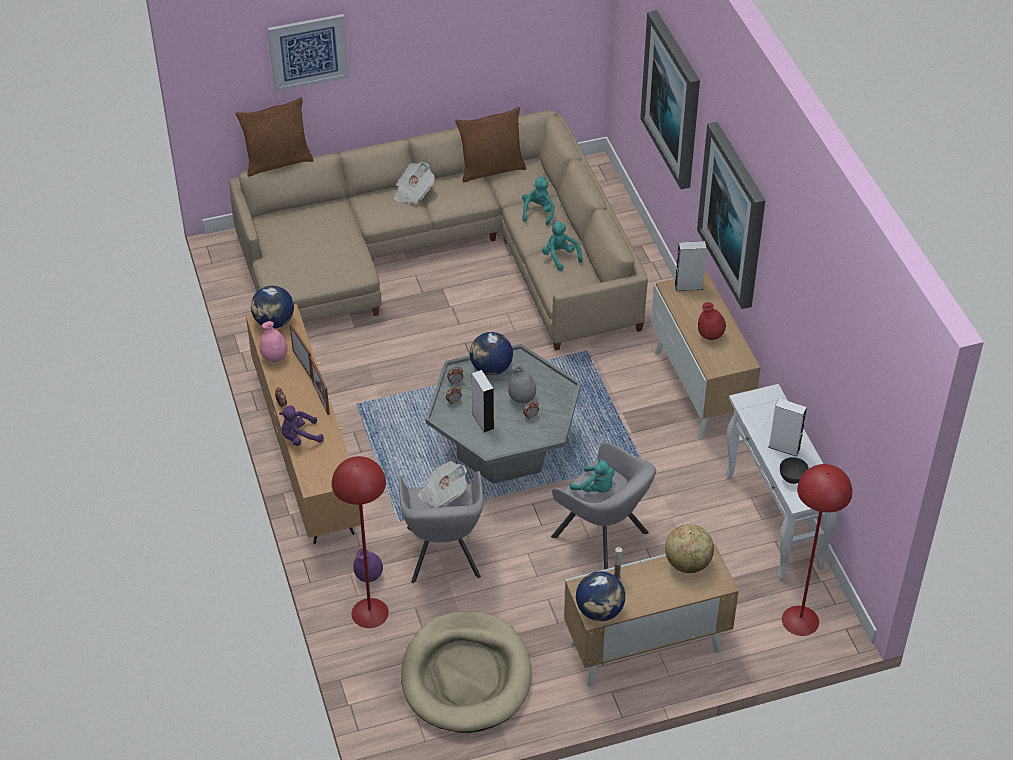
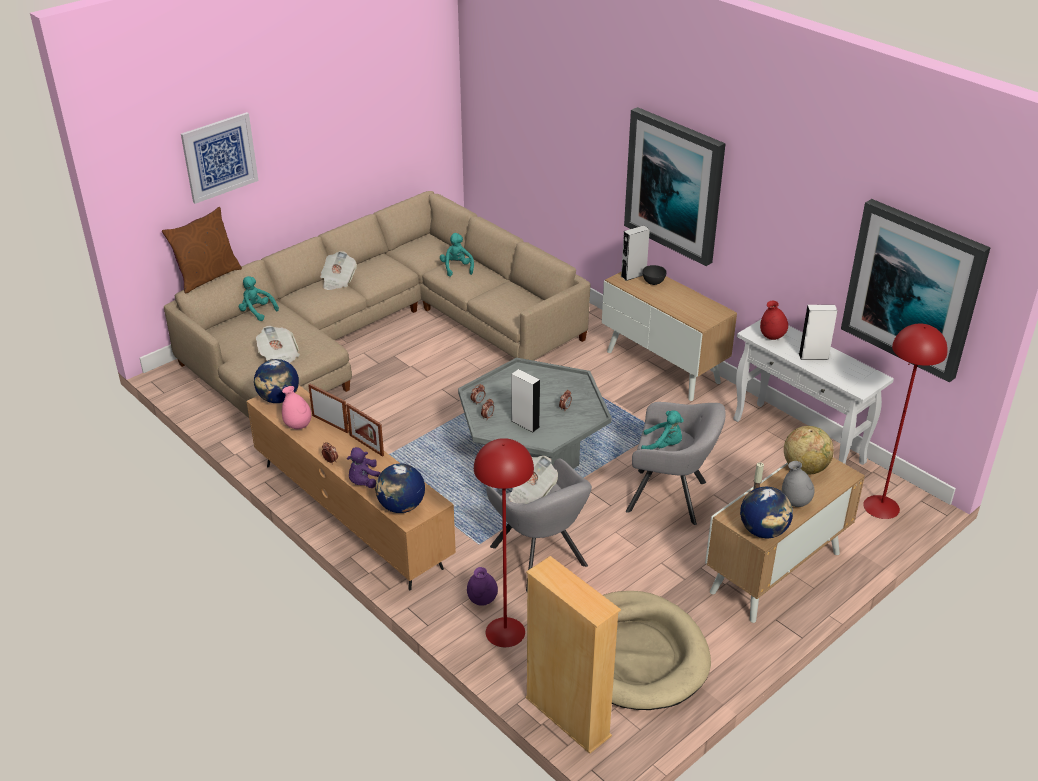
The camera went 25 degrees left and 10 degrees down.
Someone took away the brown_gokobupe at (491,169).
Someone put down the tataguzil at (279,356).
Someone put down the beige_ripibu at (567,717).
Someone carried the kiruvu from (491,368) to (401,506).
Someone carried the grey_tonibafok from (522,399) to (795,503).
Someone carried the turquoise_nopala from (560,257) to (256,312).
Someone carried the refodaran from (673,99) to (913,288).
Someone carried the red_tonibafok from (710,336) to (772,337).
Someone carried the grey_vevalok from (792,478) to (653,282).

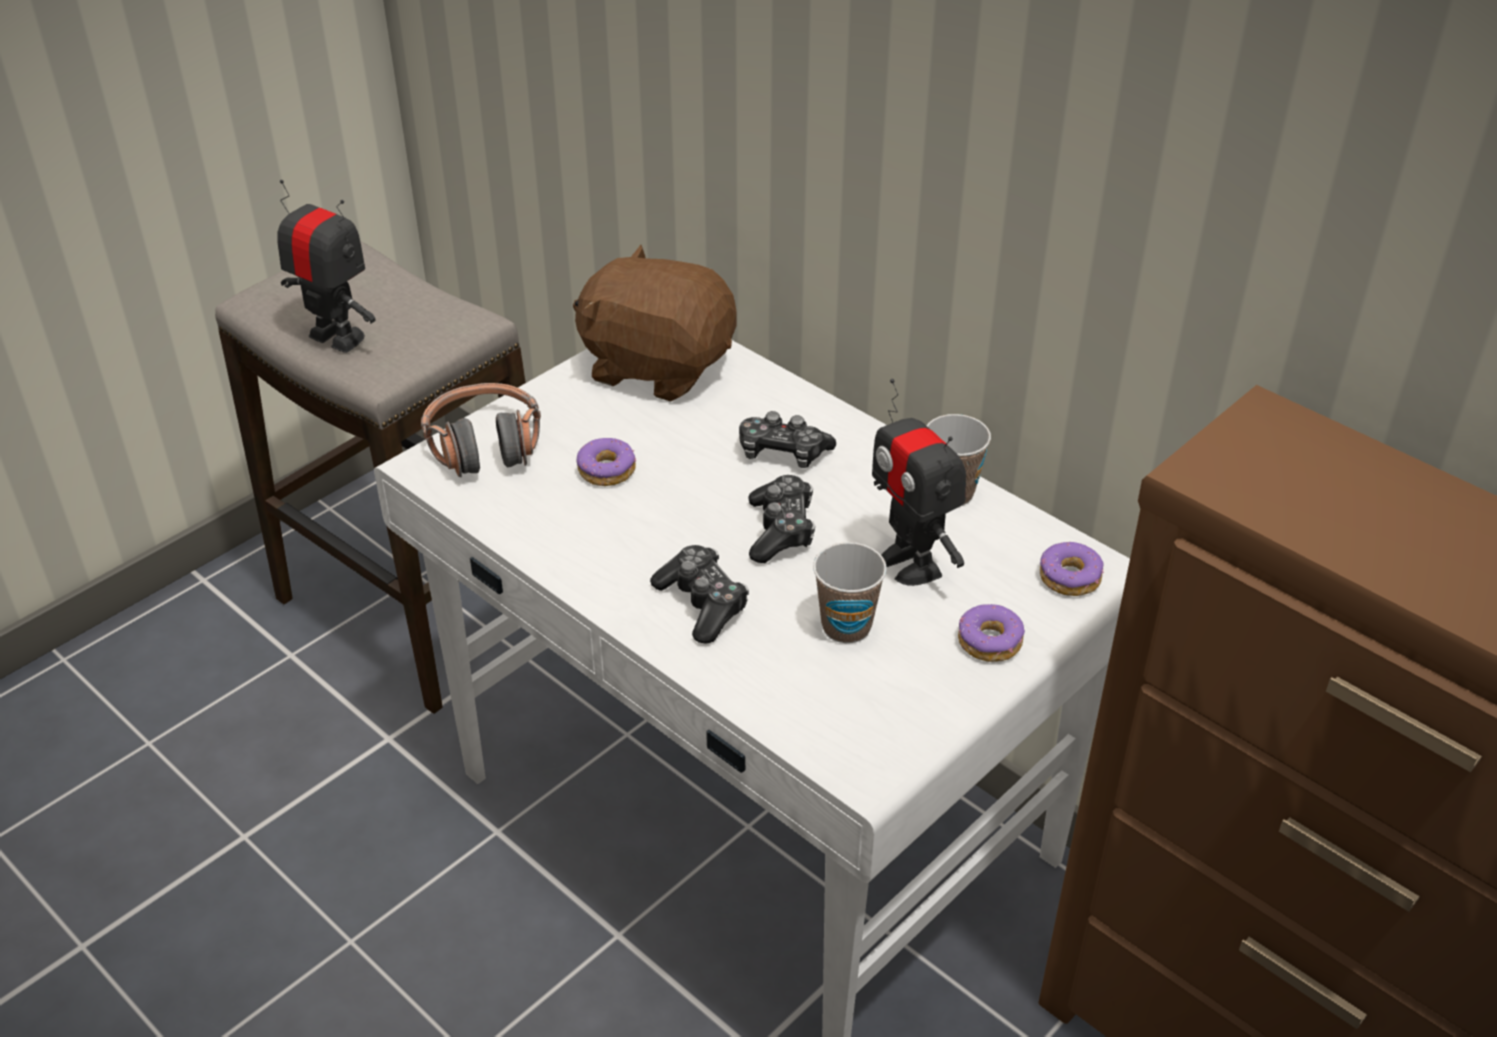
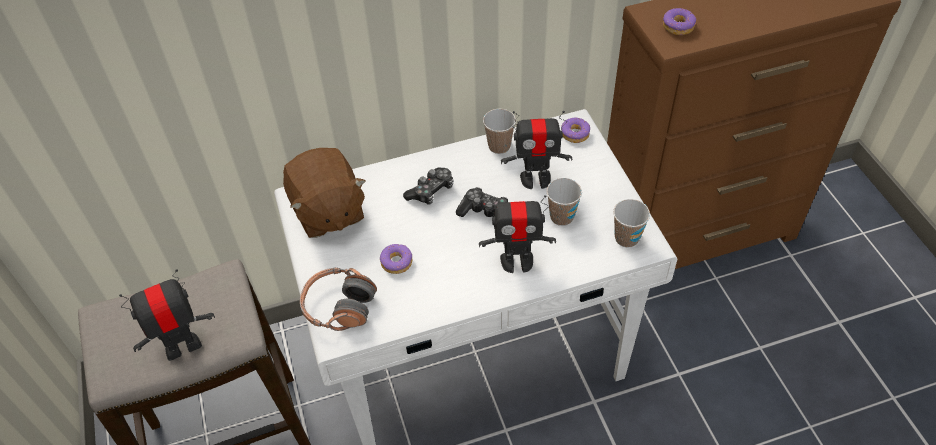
The camera went 60 degrees left and 10 degrees up.
Someone put down the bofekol at (626,238).
Someone carried the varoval from (990,642) to (678,26).
Someone swapped the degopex at (702,604) for the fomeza at (517,261).
Someone rotated the brown_nopala at (657,366) by 75 degrees counterclockwise.

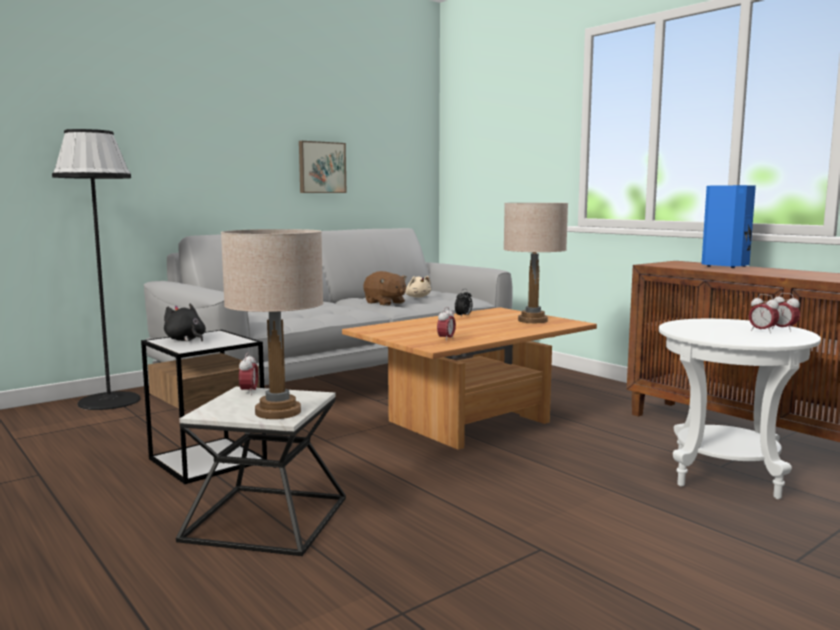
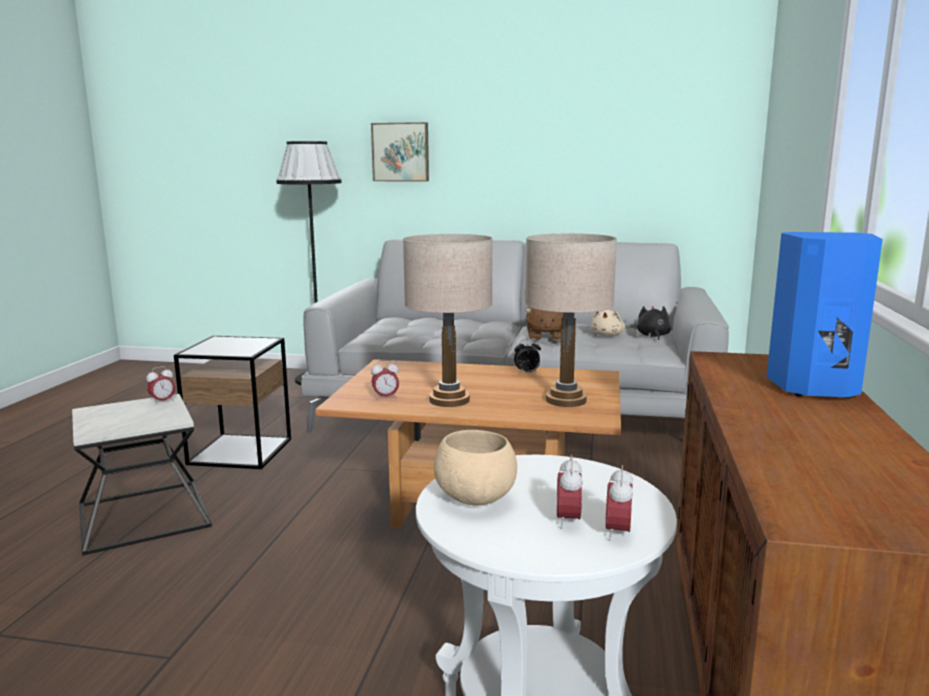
The camera went 50 degrees right and 5 degrees up.
Someone put down the beige_vevalok at (474,500).
Someone carried the black_nopala from (186,340) to (653,336).
Someone carried the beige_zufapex from (278,412) to (449,400).
Someone carried the refodaran from (321,167) to (401,152).

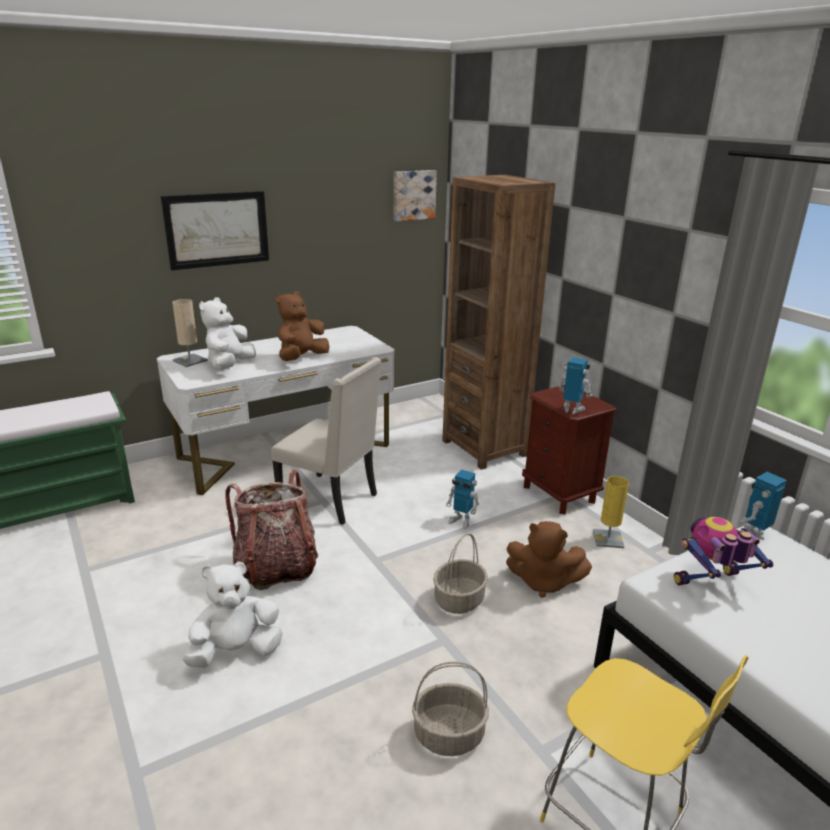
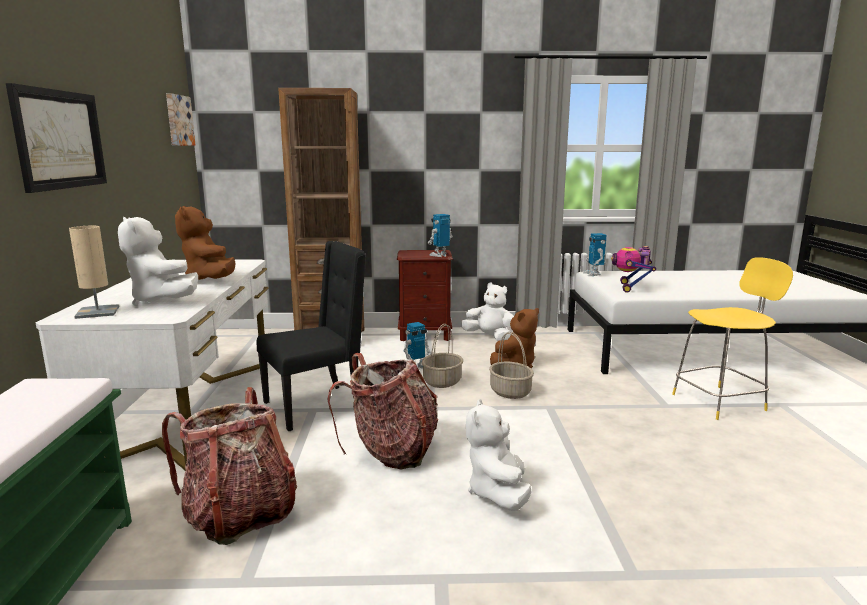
The camera went 60 degrees left and 10 degrees down.
Someone put down the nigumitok at (240,514).
Someone carried the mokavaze from (449,734) to (442,381).
Someone swapped the yellow_zufapex at (608,539) for the white_nopala at (490,338).
Someone repainted the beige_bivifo at (331,500), which became the black_bivifo at (316,406).

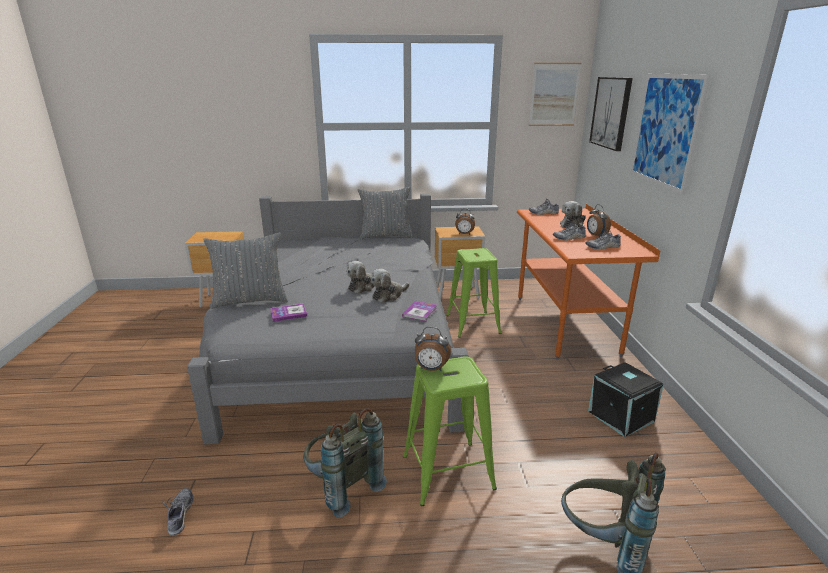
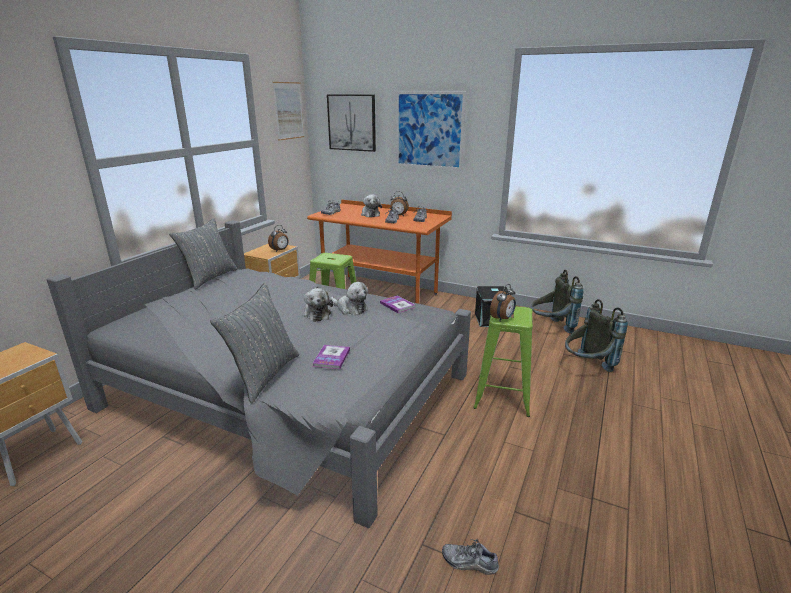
The camera went 60 degrees left and 0 degrees up.
Someone carried the grey_nigumitok from (342,487) to (551,328).
Someone rotated the nopala at (388,295) by 45 degrees counterclockwise.

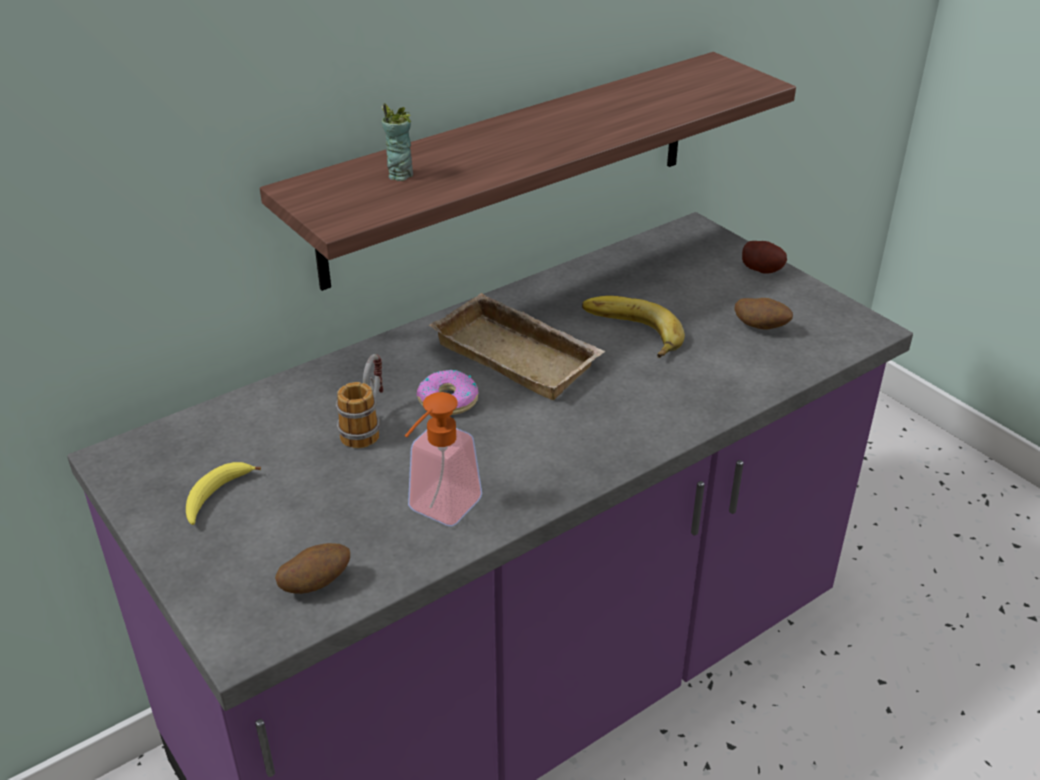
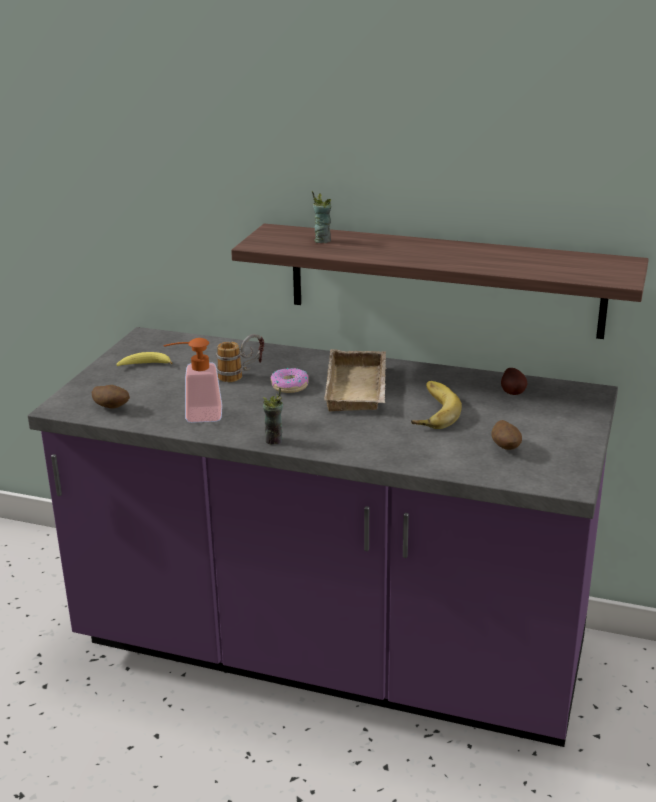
The camera went 55 degrees right and 10 degrees down.
Someone put down the bofekol at (274,440).
Someone carried the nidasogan from (762,269) to (513,392).

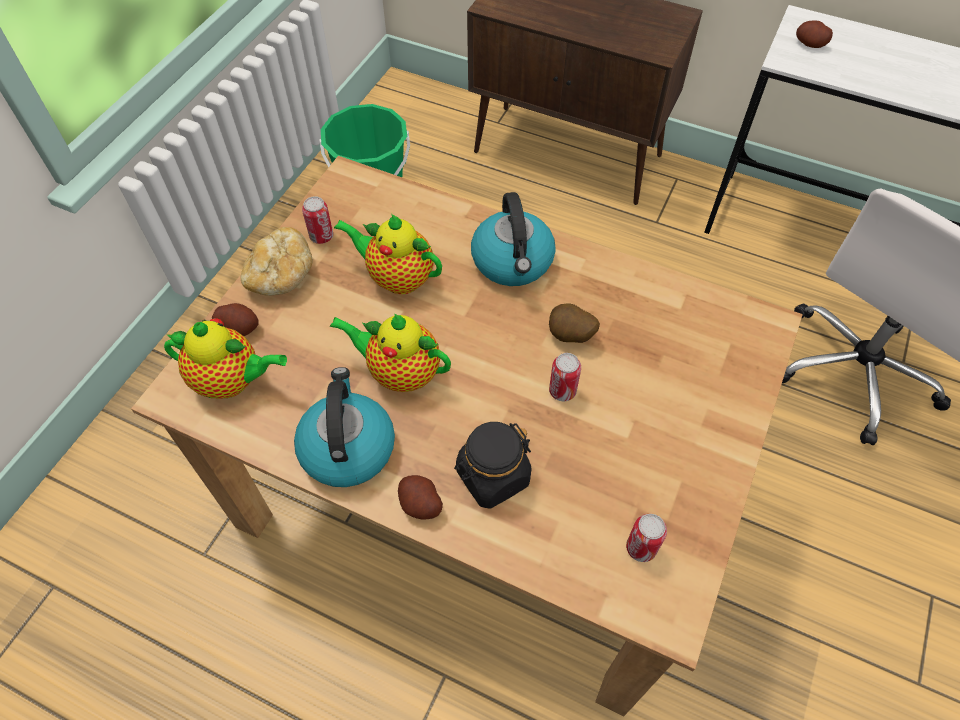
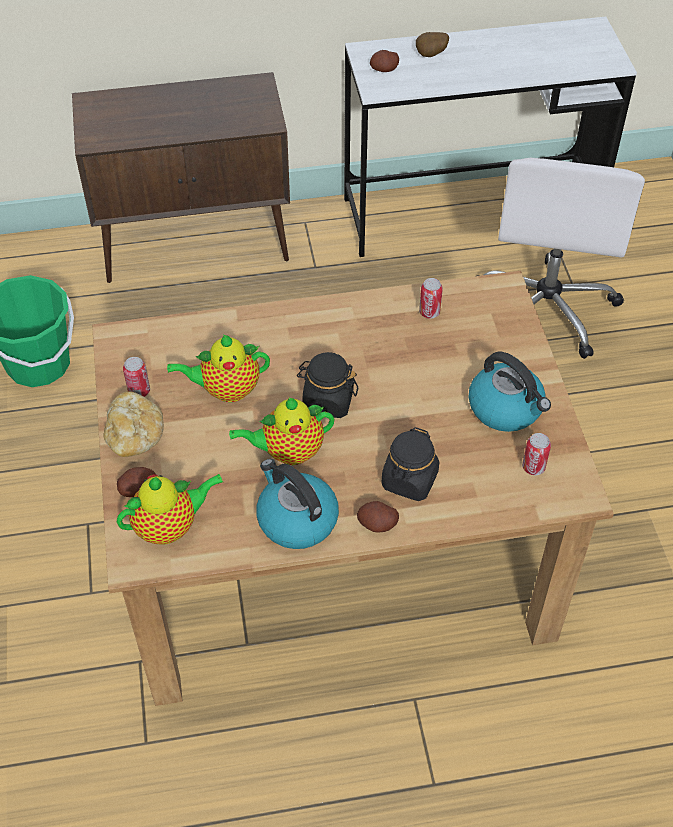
The camera went 35 degrees left and 5 degrees down.
Someone put down the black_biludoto at (327,401).
Someone carried the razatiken from (513,262) to (506,408).
Someone carried the nidasogan from (570,337) to (431,55).
Someone carried the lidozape from (562,391) to (429,312).

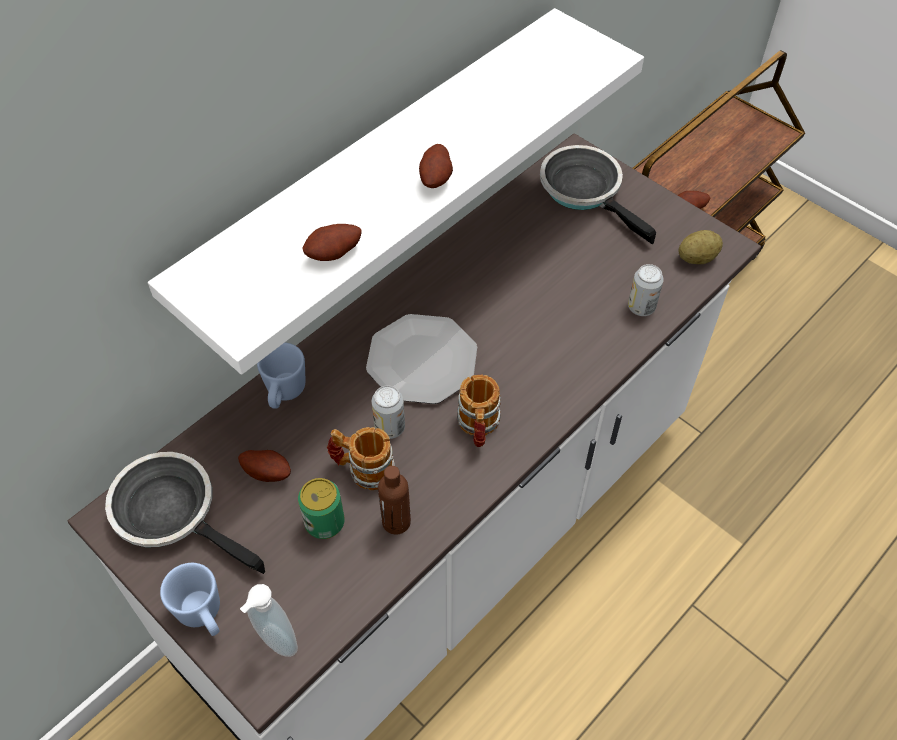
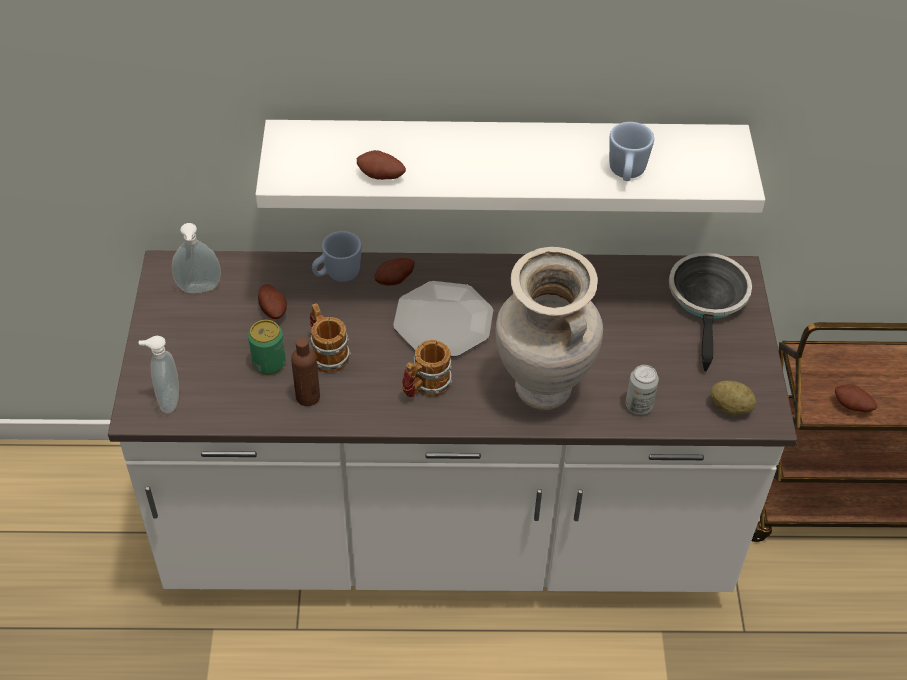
The camera went 45 degrees right and 5 degrees down.
Someone took away the lidozape at (389,427).
Someone put down the beige_tonibafok at (541,391).
Someone carried the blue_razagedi from (203,615) to (626,174).
Someone carried the nidasogan from (436,178) to (395,281).
Someone swapped the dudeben at (173,512) for the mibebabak at (199,290).

